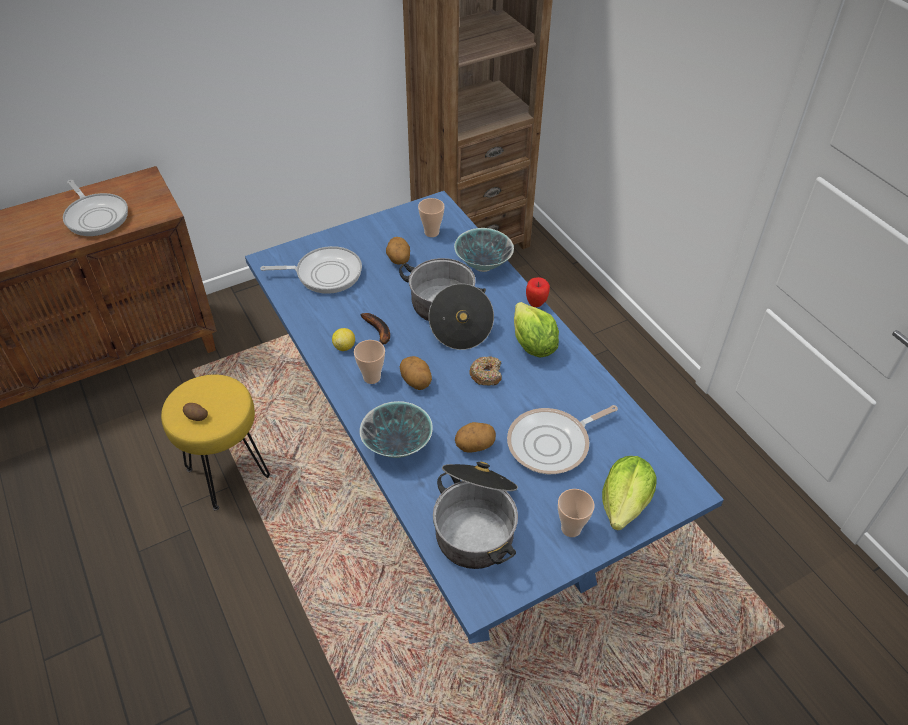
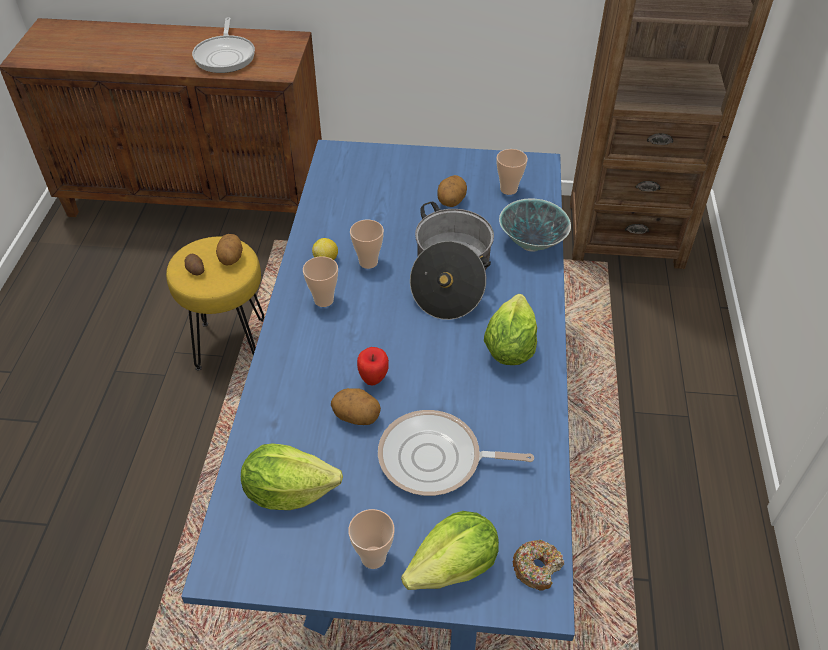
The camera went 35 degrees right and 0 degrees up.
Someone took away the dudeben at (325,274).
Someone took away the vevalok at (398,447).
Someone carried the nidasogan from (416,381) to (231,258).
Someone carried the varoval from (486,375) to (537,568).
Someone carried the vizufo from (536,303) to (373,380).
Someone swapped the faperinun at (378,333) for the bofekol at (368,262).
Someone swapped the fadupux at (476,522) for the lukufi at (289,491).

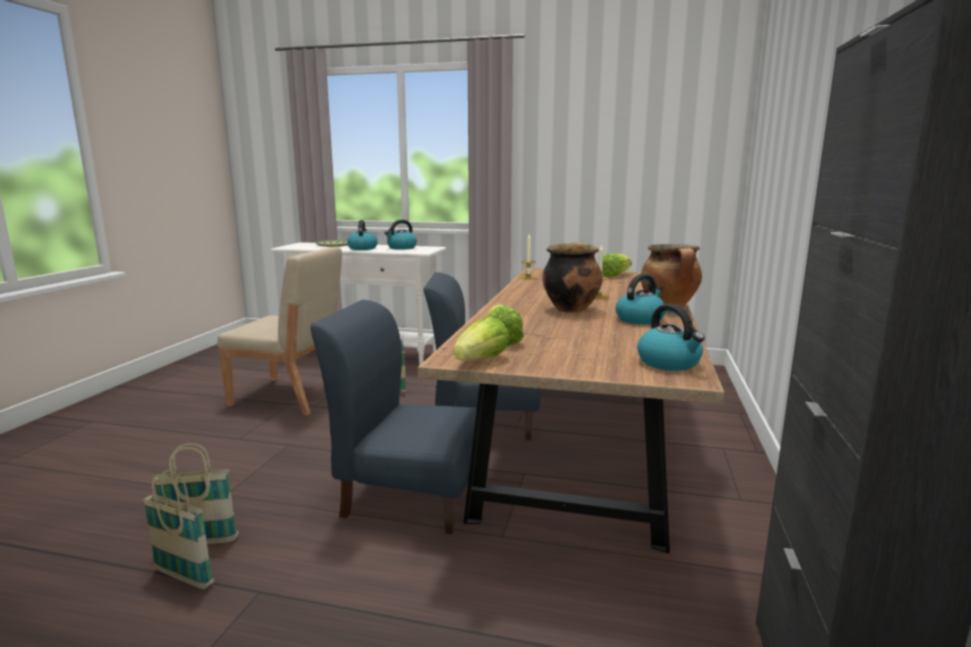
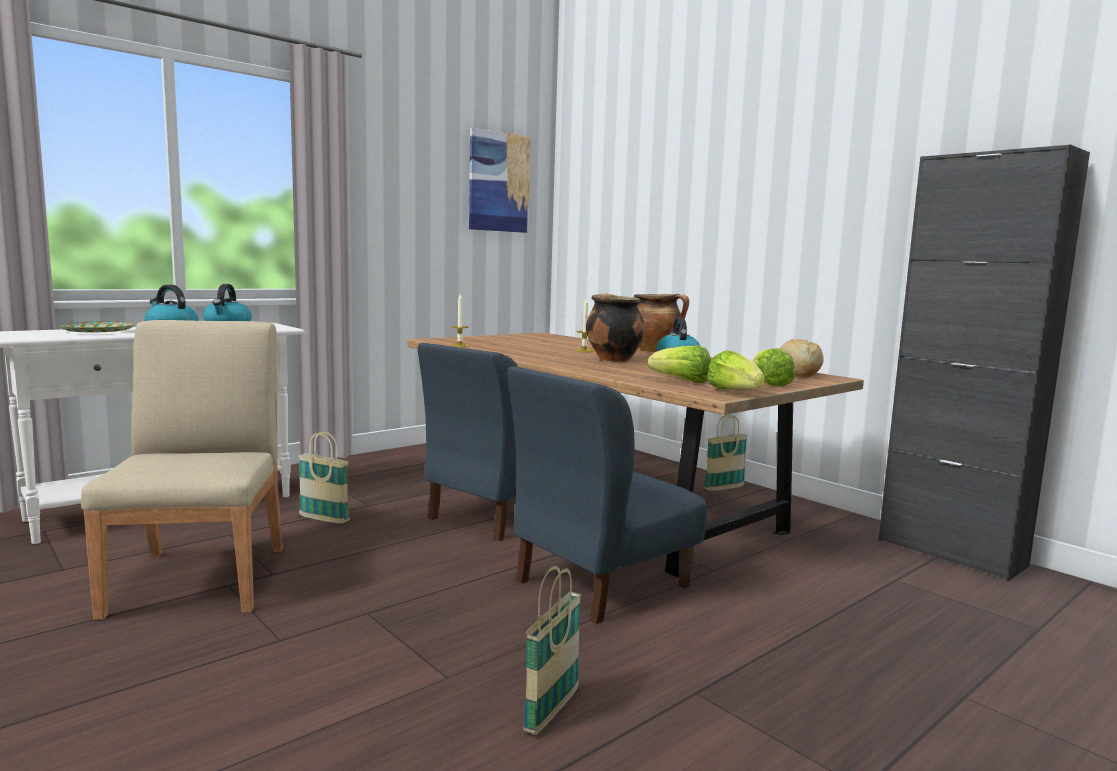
The camera went 55 degrees left and 5 degrees down.
Someone put up the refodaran at (499,182).
Someone carried the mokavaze from (183,577) to (724,488).
Someone carried the lukufi from (615,275) to (769,383).
Someone swapped the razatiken at (669,363) for the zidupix at (797,374).
Someone rotated the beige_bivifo at (290,396) by 60 degrees counterclockwise.

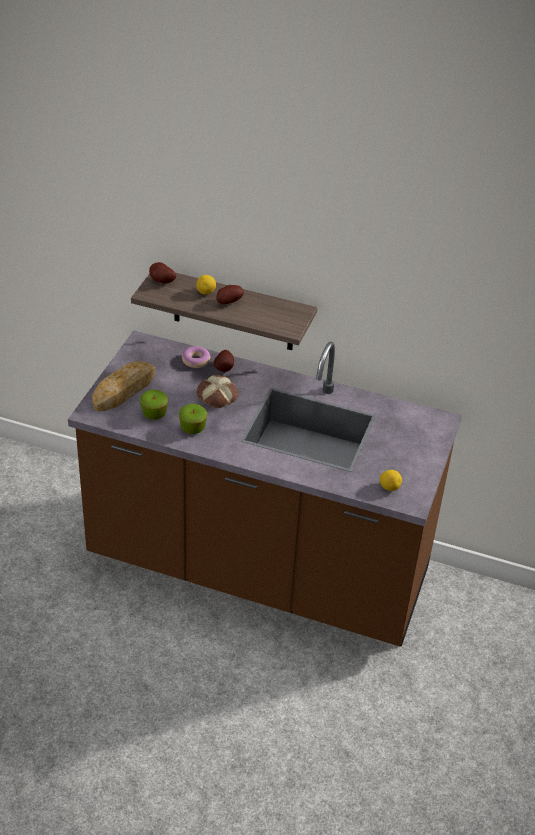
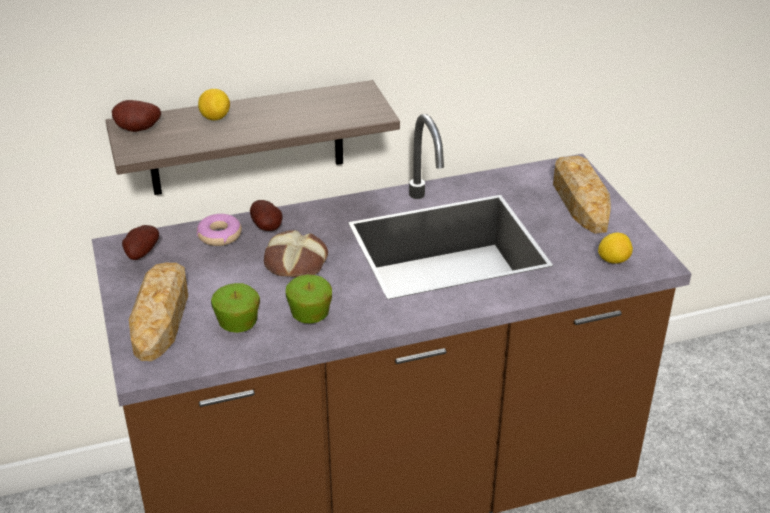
The camera went 35 degrees left and 5 degrees down.
Someone put down the zidupix at (580,200).
Someone carried the nidasogan from (228,302) to (140,254).

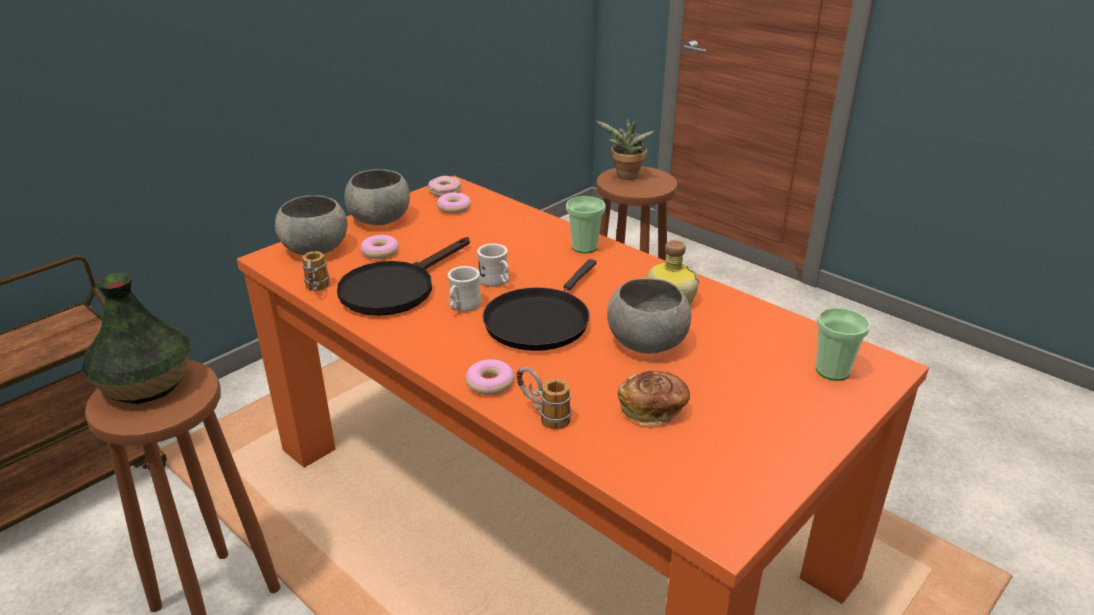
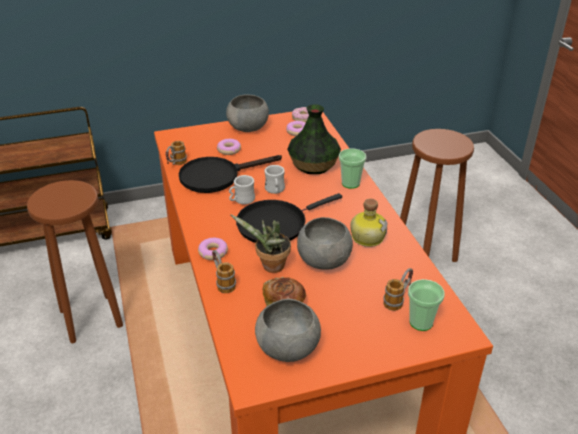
The camera went 30 degrees right and 5 degrees up.
Someone put down the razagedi at (398,299).
Someone carried the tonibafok from (145,383) to (313,165).
Someone carried the grey_vevalok from (314,249) to (287,347).
Someone carried the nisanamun from (625,177) to (270,267).

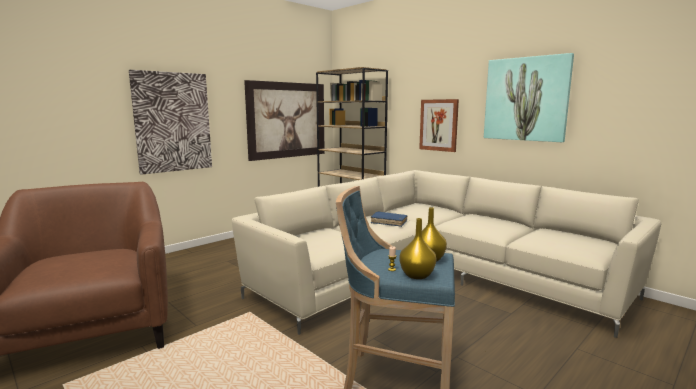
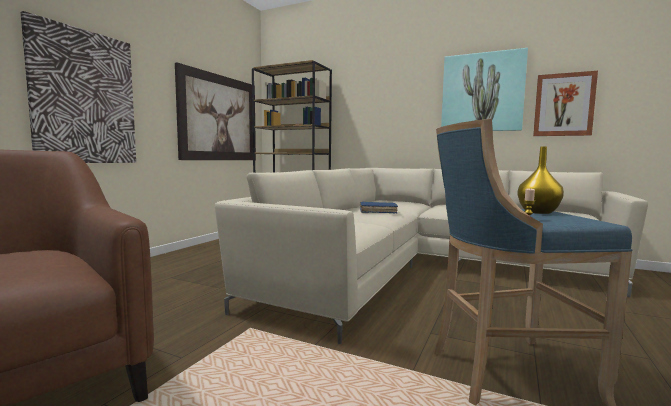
The camera went 20 degrees left and 5 degrees down.
Someone took away the yellow_tonibafok at (417,275).
Someone carried the refodaran from (439,125) to (563,105).

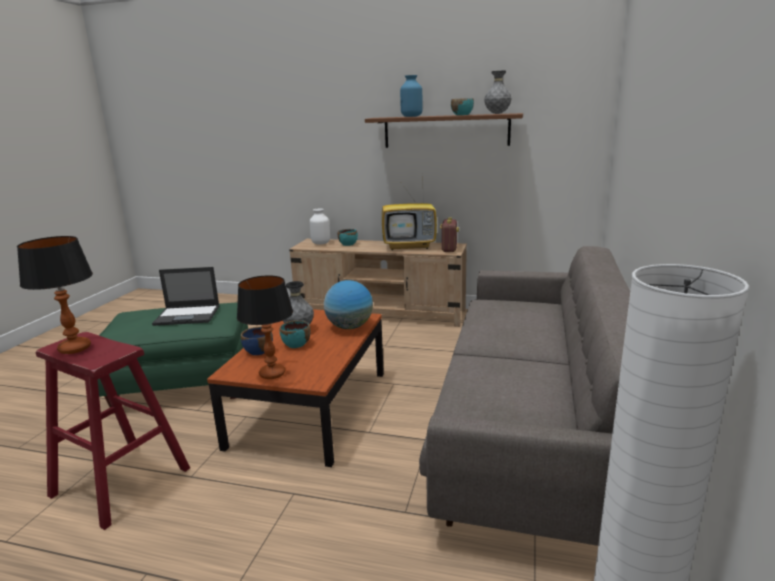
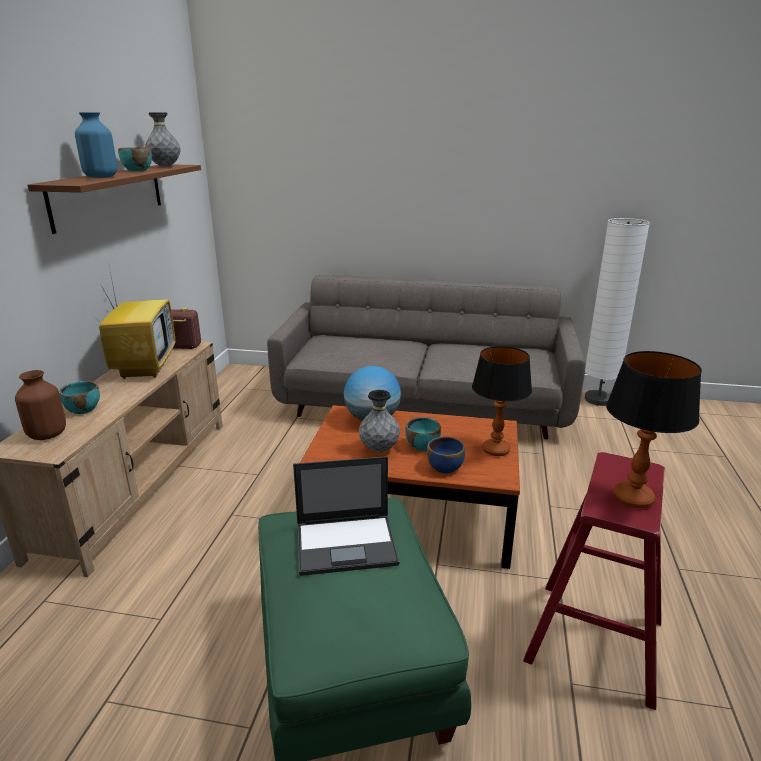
The camera went 95 degrees left and 5 degrees up.
Someone repainted the white_tonibafok at (321,243), which became the brown_tonibafok at (48,434).
Someone rotated the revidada at (188,315) by 90 degrees clockwise.

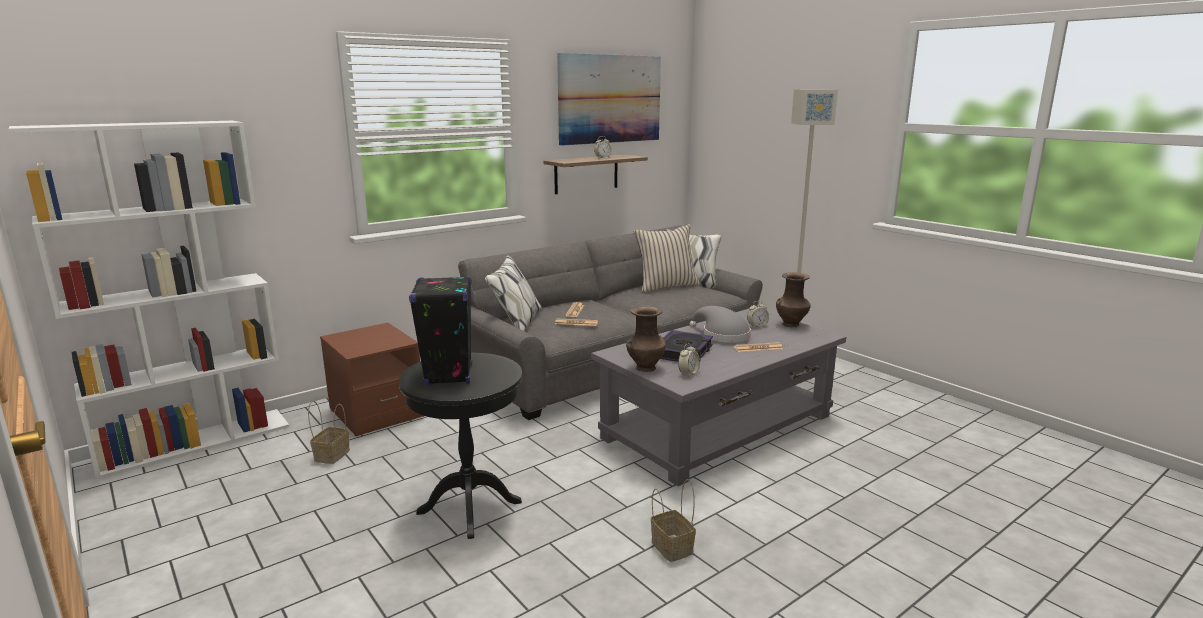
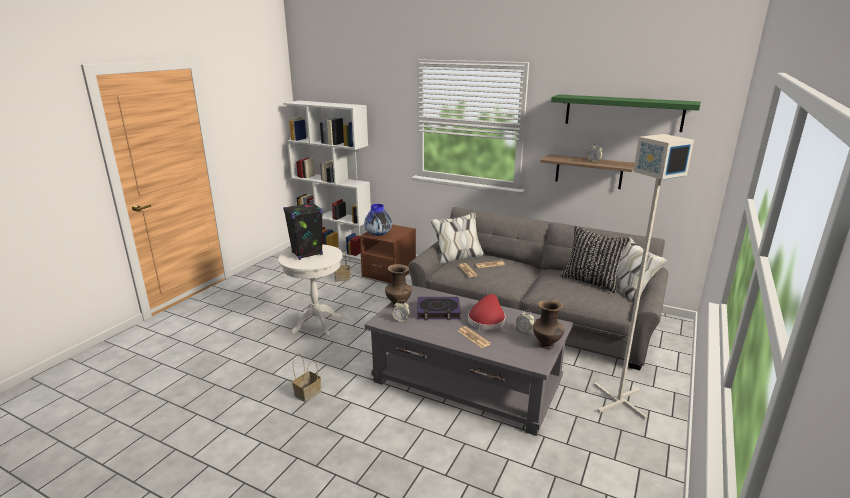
The camera went 65 degrees right and 5 degrees up.
Someone put down the tonibafok at (378,234).
Someone swapped the refodaran at (609,99) for the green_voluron at (623,112).
Someone repainted the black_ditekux at (469,507), which became the white_ditekux at (317,324).
Someone repainted the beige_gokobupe at (666,286), which became the black_gokobupe at (591,281).
Someone repainted the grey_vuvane at (722,335), which became the red_vuvane at (487,320).

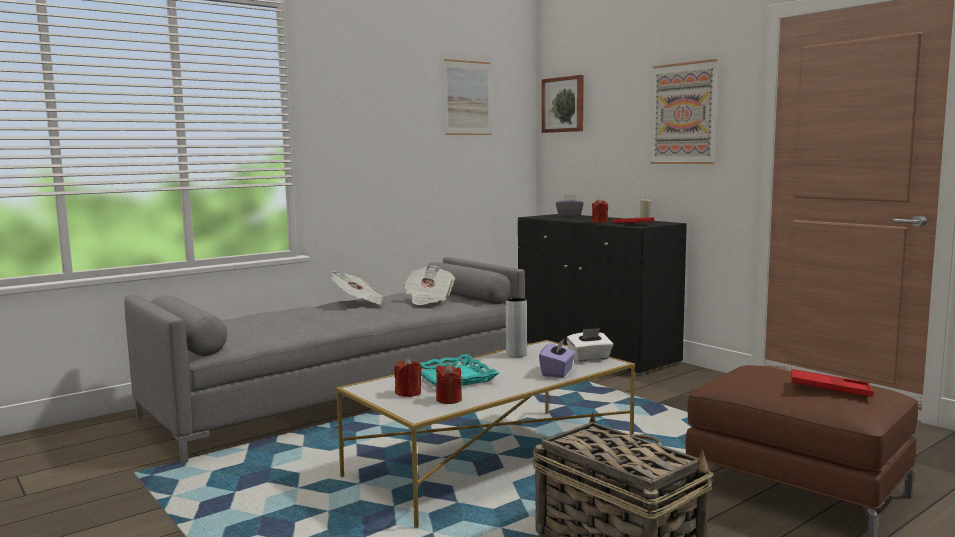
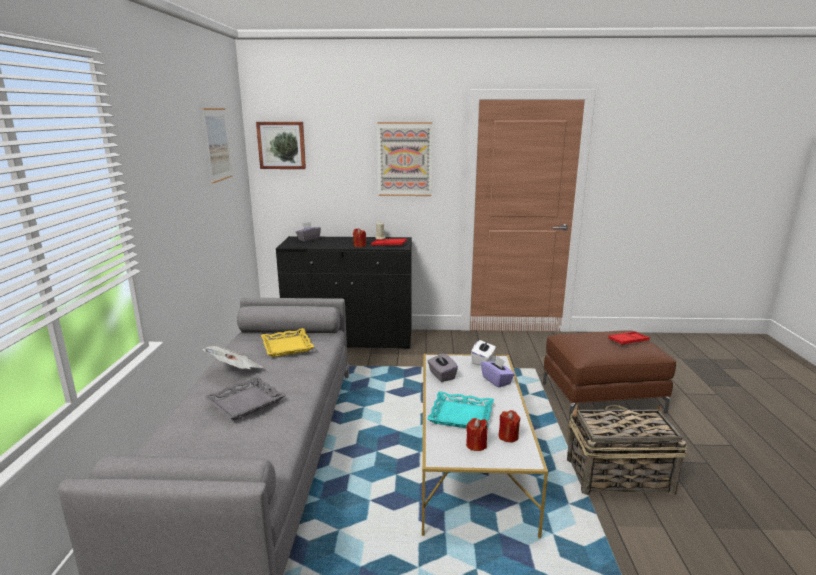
The camera went 50 degrees left and 10 degrees up.
Someone put down the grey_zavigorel at (245,402).
Someone swapped the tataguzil at (428,299) for the yellow_zavigorel at (287,346).
Someone swapped the grey_tonibafok at (516,354) for the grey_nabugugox at (441,375).

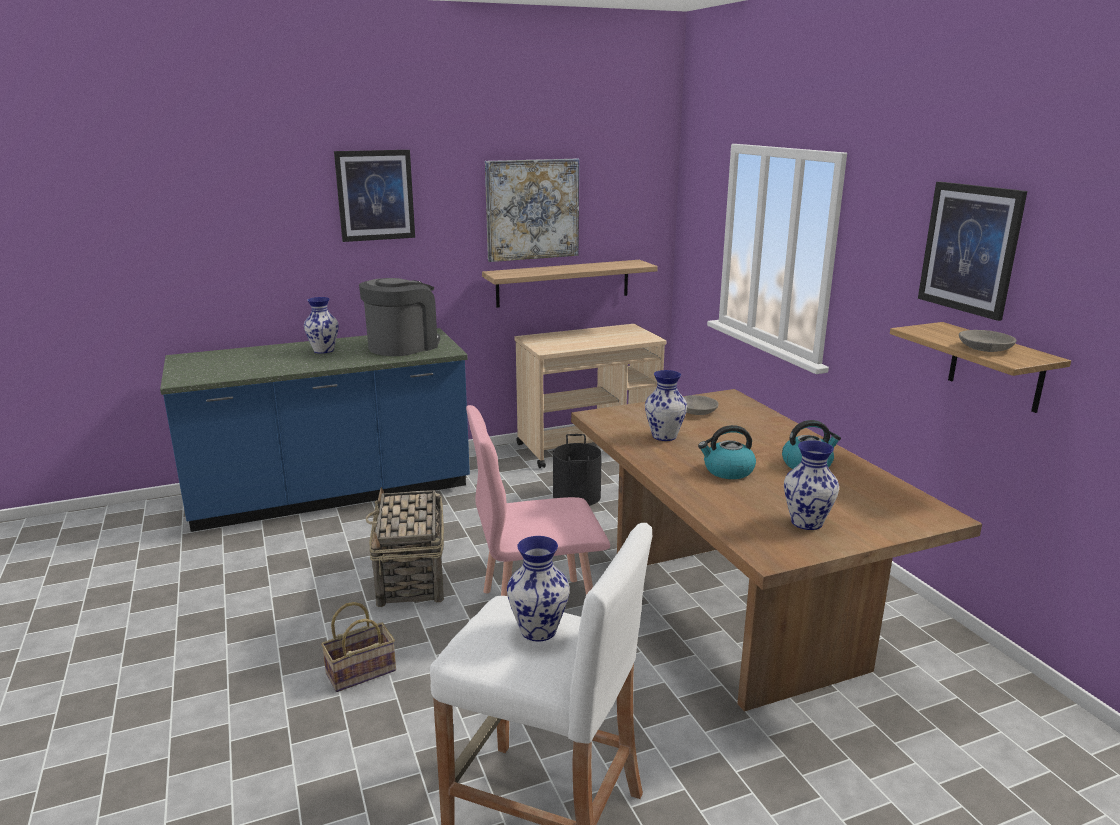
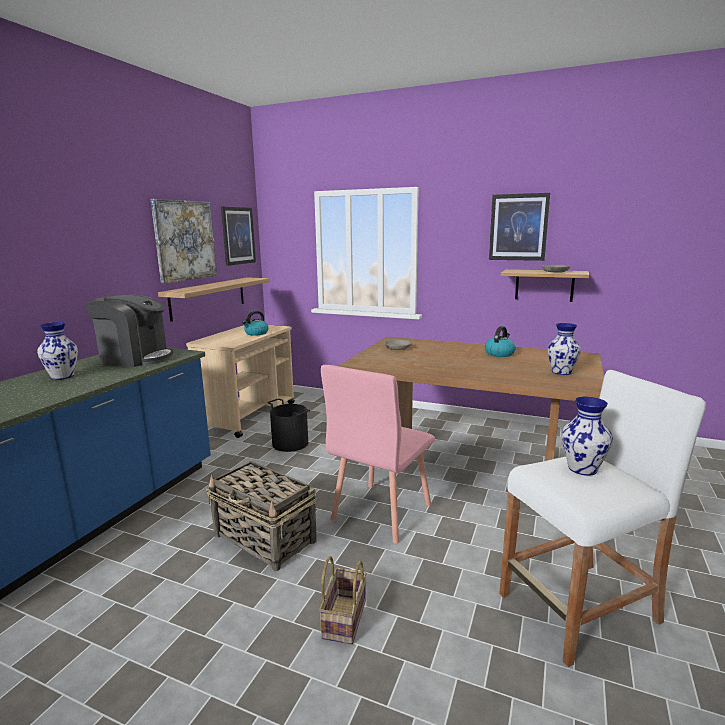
The camera went 45 degrees left and 5 degrees down.
Someone took away the tonibafok at (664,436).
Someone carried the refodaran from (375,195) to (238,236).
Someone carried the razatiken from (727,471) to (256,333).
Someone rotated the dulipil at (403,346) by 105 degrees clockwise.

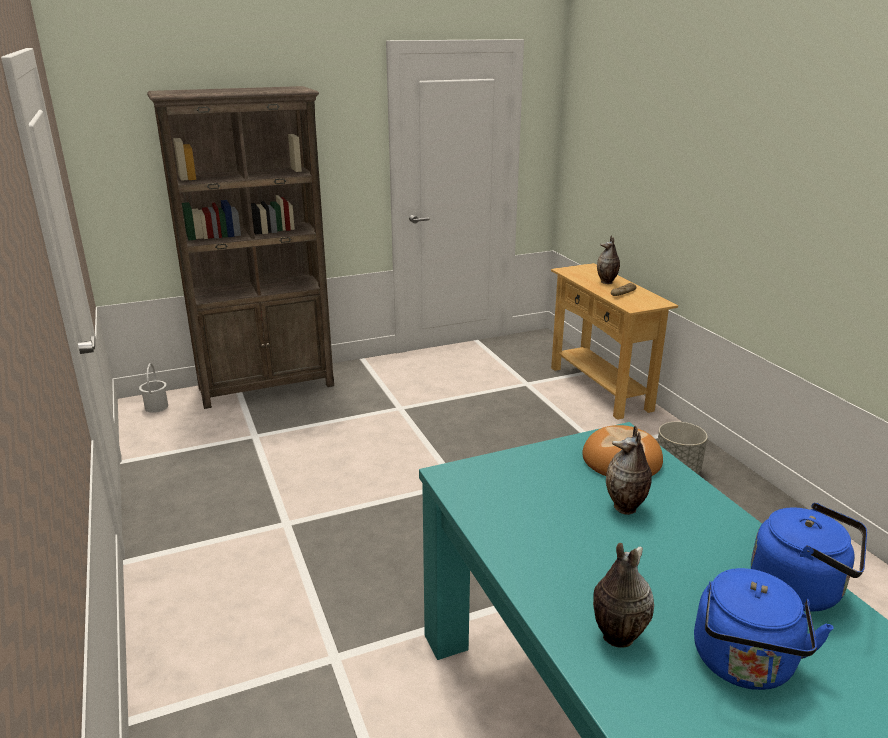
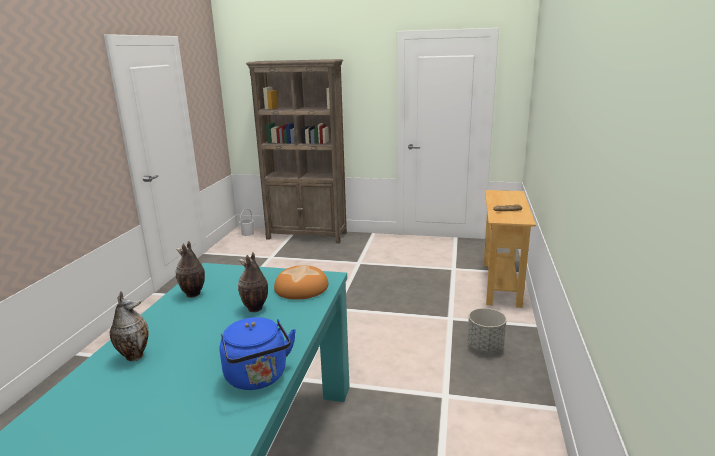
The camera went 35 degrees right and 5 degrees down.
Someone took away the blue_razatiken at (744,665).
Someone carried the tonibafok from (607,282) to (193,294).

